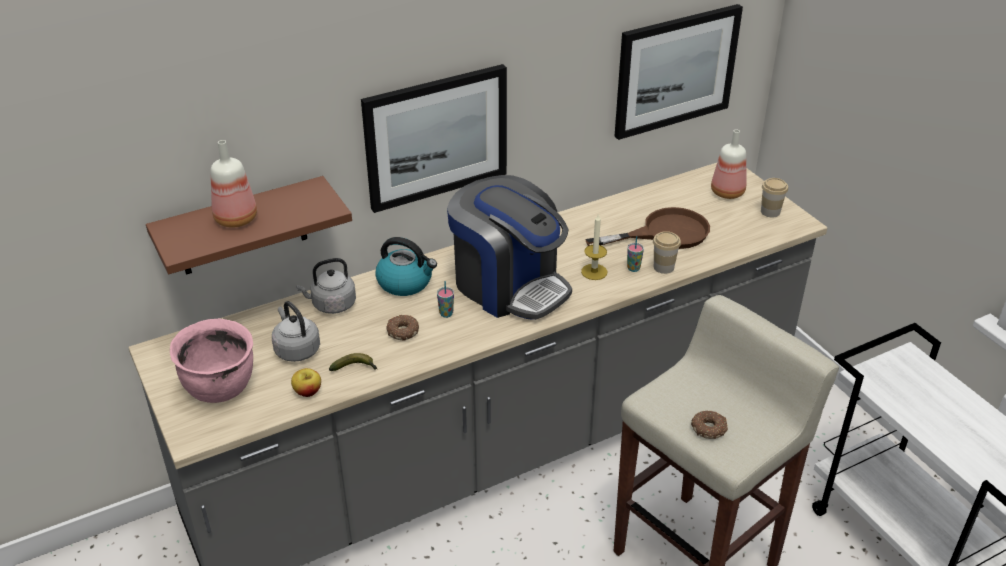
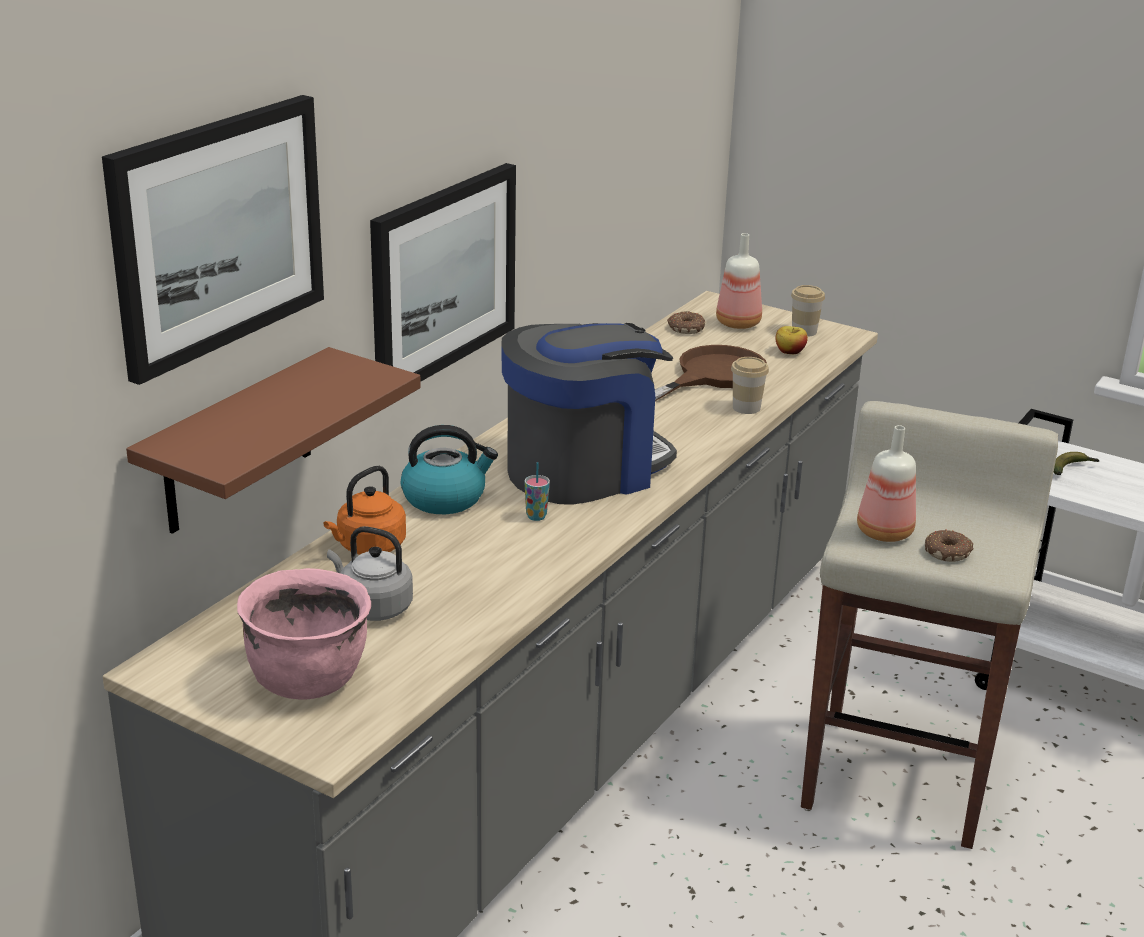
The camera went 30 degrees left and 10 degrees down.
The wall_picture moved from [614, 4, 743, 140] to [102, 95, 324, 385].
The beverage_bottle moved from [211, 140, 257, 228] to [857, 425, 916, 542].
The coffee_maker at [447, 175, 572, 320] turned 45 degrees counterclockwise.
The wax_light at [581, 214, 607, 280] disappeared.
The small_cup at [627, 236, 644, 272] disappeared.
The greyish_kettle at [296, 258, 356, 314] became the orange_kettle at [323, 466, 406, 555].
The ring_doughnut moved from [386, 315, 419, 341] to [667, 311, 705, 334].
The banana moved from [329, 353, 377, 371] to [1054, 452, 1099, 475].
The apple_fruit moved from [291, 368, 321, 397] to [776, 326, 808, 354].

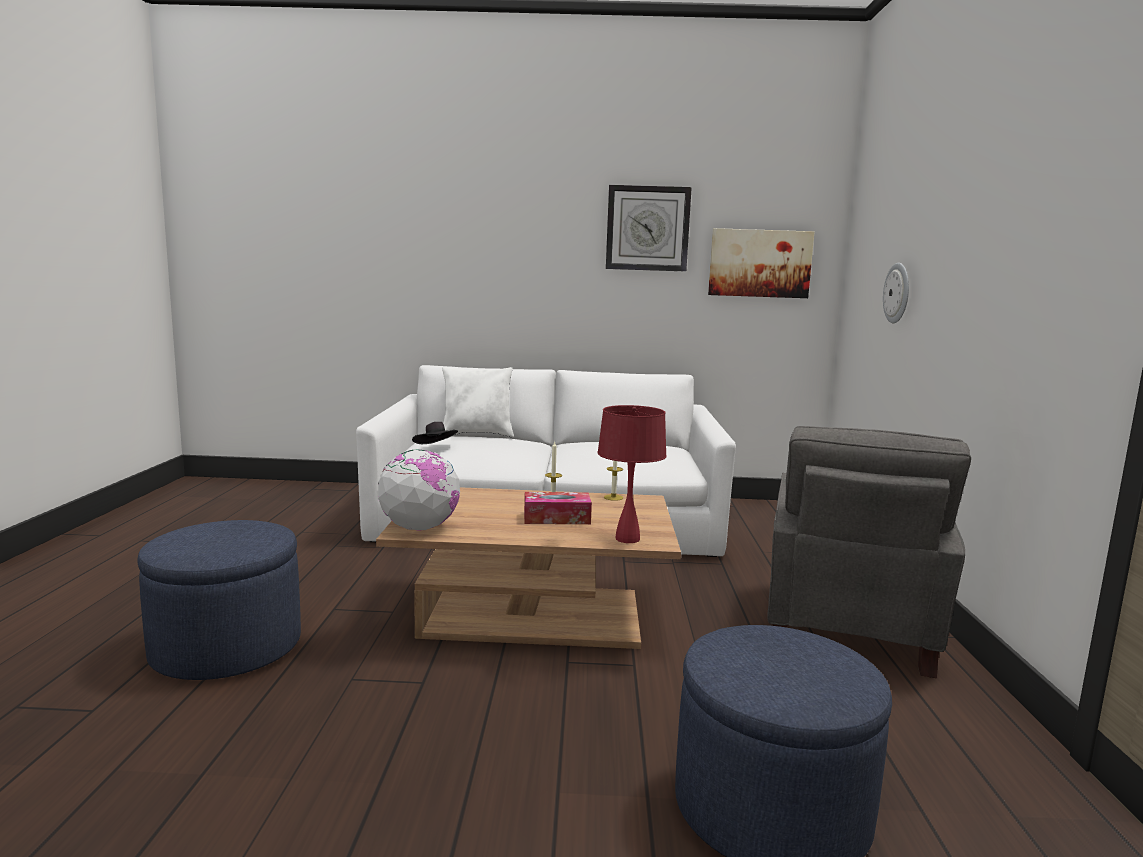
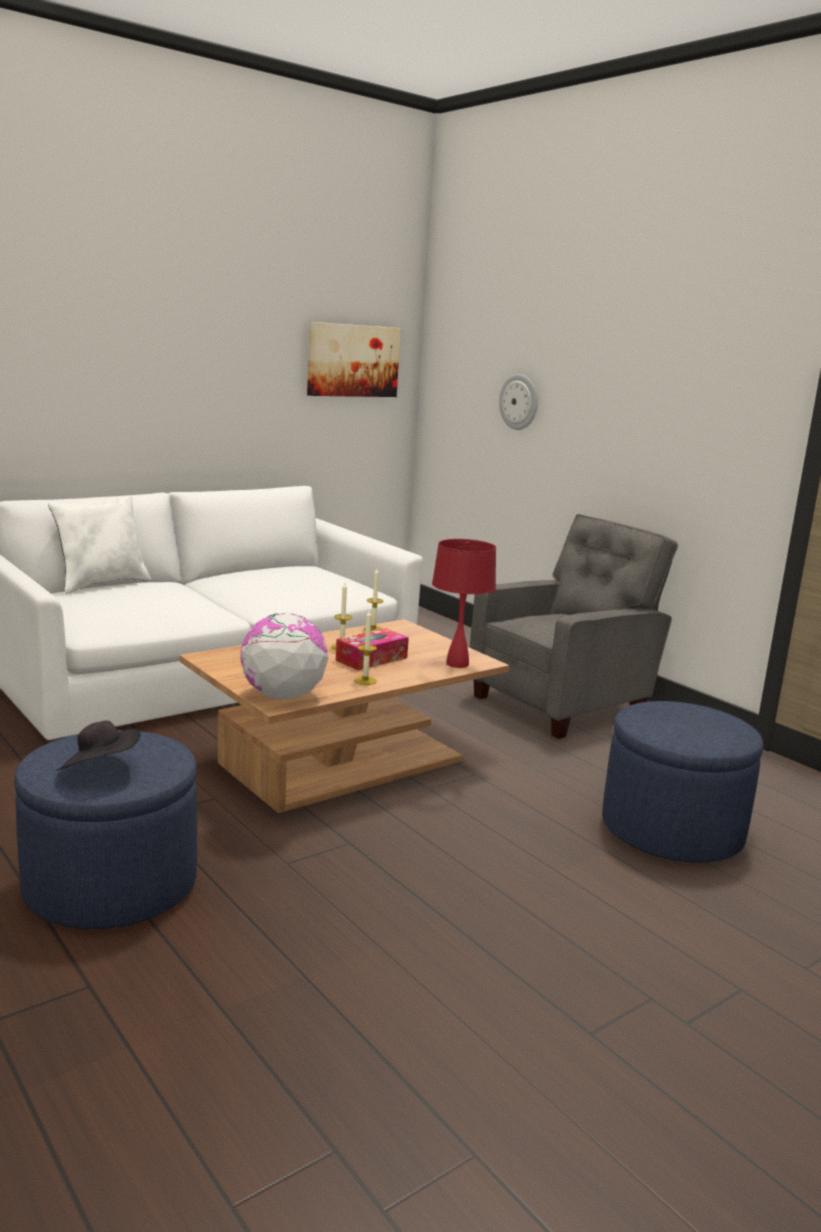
The camera went 40 degrees left and 5 degrees up.
The clock_on_the_wall at [606, 185, 692, 272] disappeared.
The black_wearable_hat moved from [412, 422, 458, 444] to [57, 721, 141, 771].
The greyish_easy_chair at [767, 426, 971, 678] turned 105 degrees counterclockwise.
The wax_light at [354, 610, 377, 685] appeared.

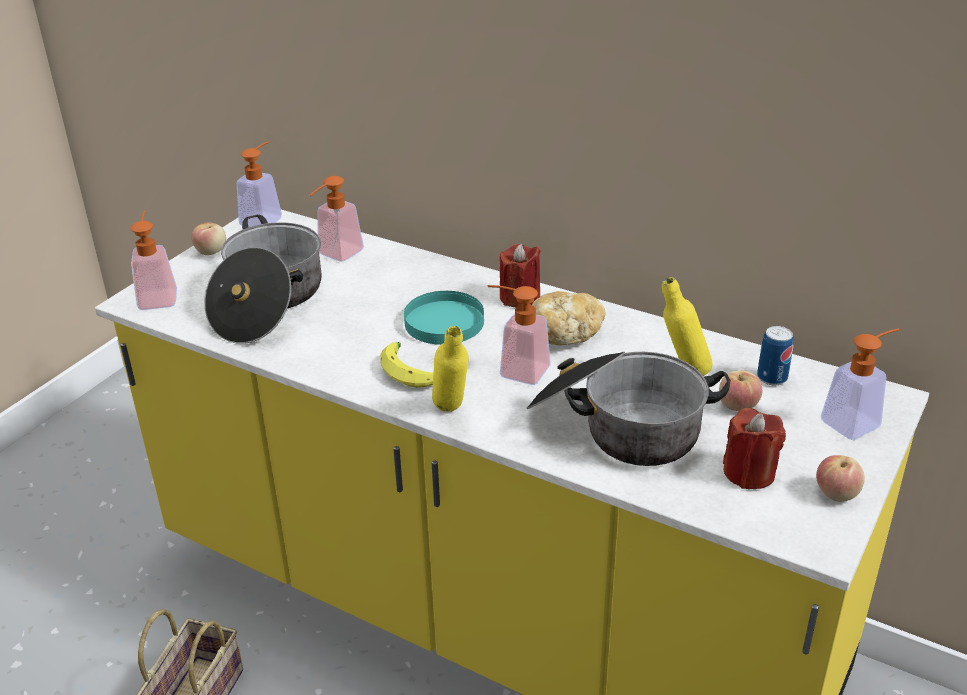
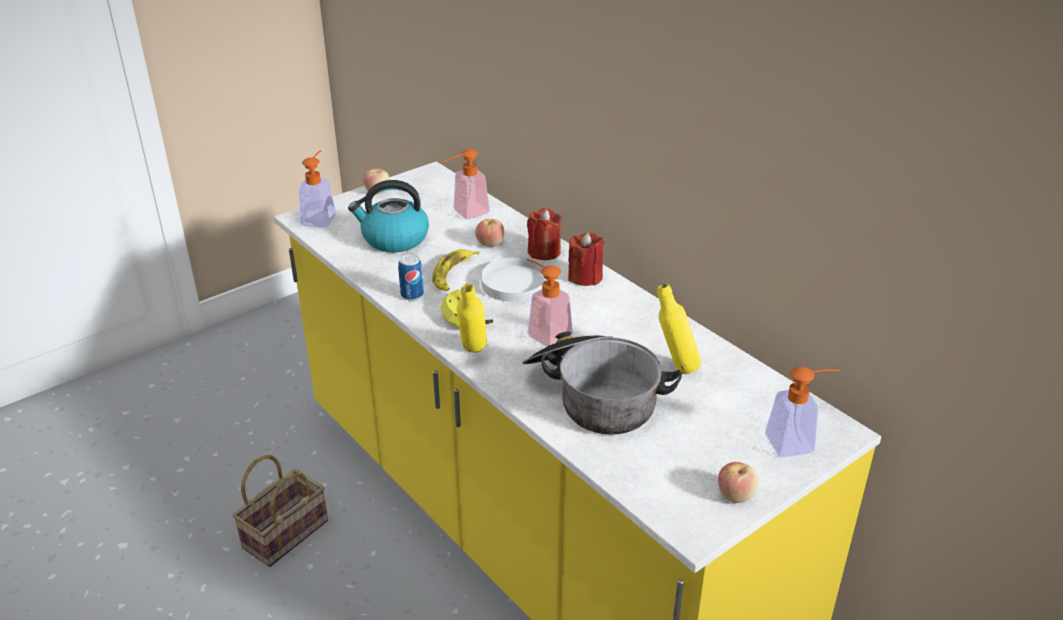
The camera went 20 degrees right and 0 degrees up.
The soap_bottle at [237, 141, 282, 227] disappeared.
The saucepot at [204, 215, 322, 344] was replaced by the kettle at [348, 180, 429, 252].
The turquoise-coloured_flat_dish at [404, 291, 484, 345] became the white-coloured_flat_dish at [481, 257, 547, 302].
The baked_bread at [532, 291, 605, 345] disappeared.
The can moved from [757, 326, 794, 385] to [398, 254, 424, 301].
The apple_fruit moved from [719, 370, 762, 411] to [475, 219, 504, 247].
The red_wax_light moved from [723, 408, 786, 489] to [527, 208, 562, 260].
The banana at [432, 249, 479, 291] appeared.

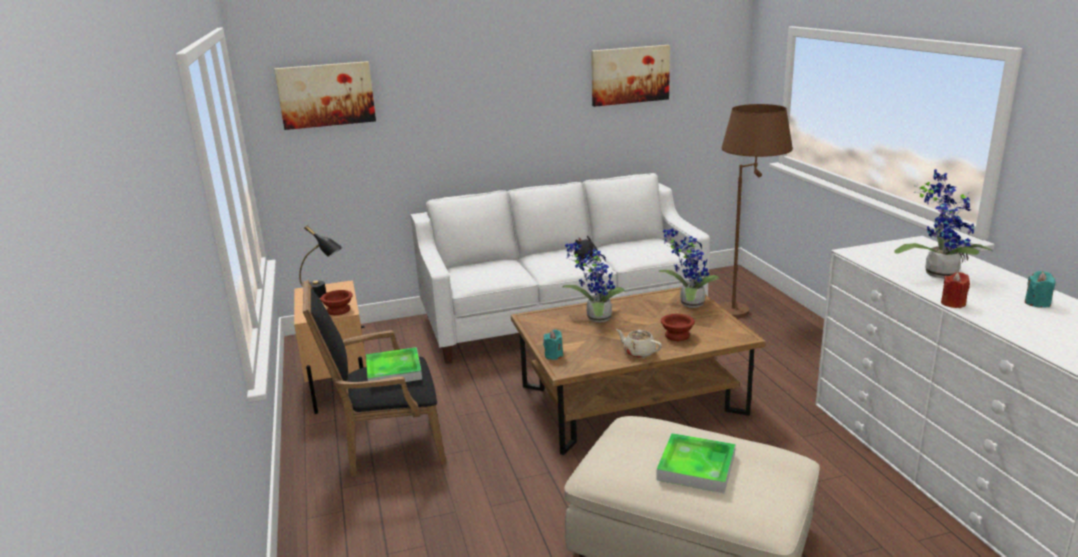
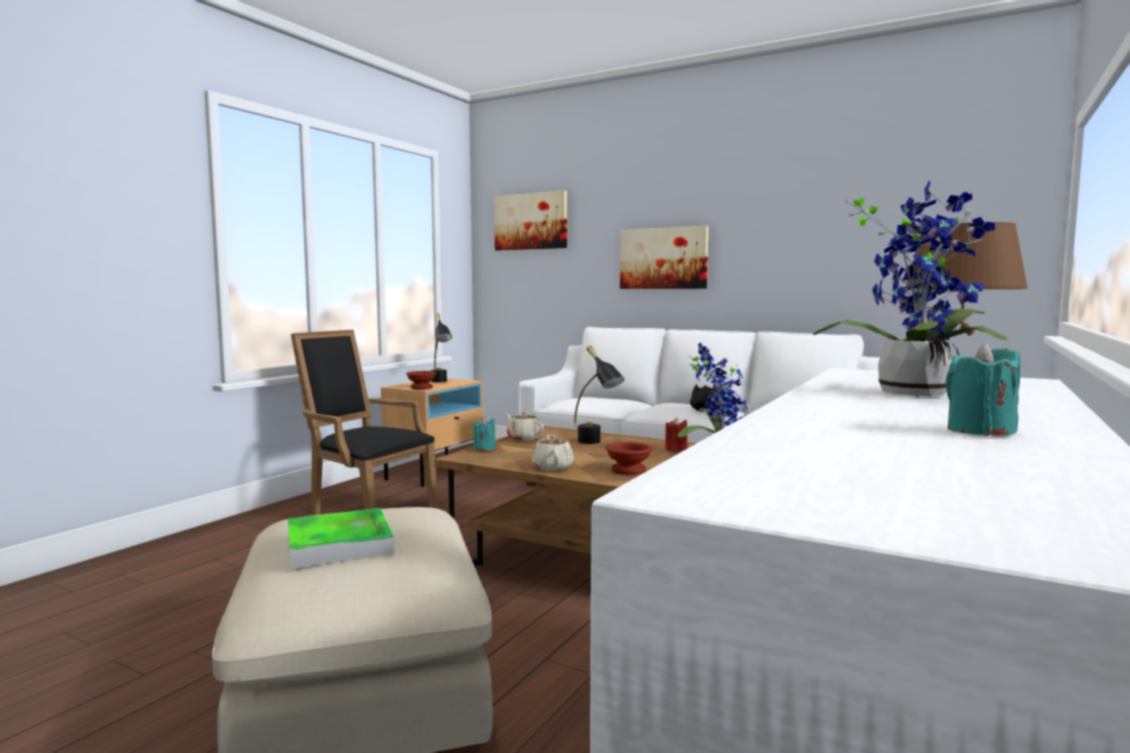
The camera went 45 degrees right and 15 degrees down.
The wall_picture moved from [591, 45, 670, 107] to [620, 226, 708, 289].
The houseplant at [563, 242, 625, 323] was replaced by the black_table_lamp at [574, 346, 625, 444].
The red_wax_light moved from [941, 272, 970, 308] to [665, 417, 687, 452].
The serving_tray at [366, 347, 422, 388] disappeared.
The beige_pot_for_tea at [504, 411, 544, 441] appeared.

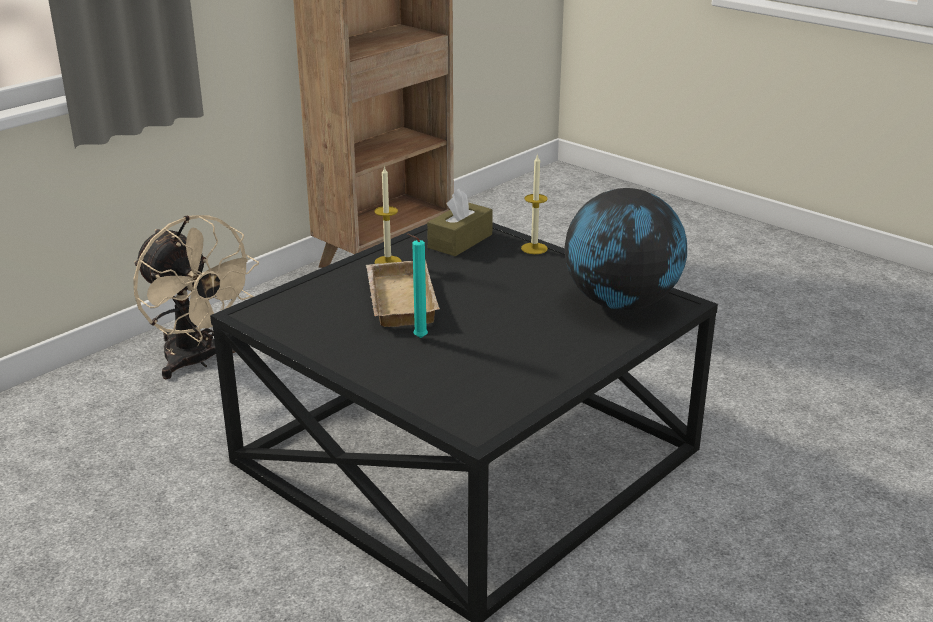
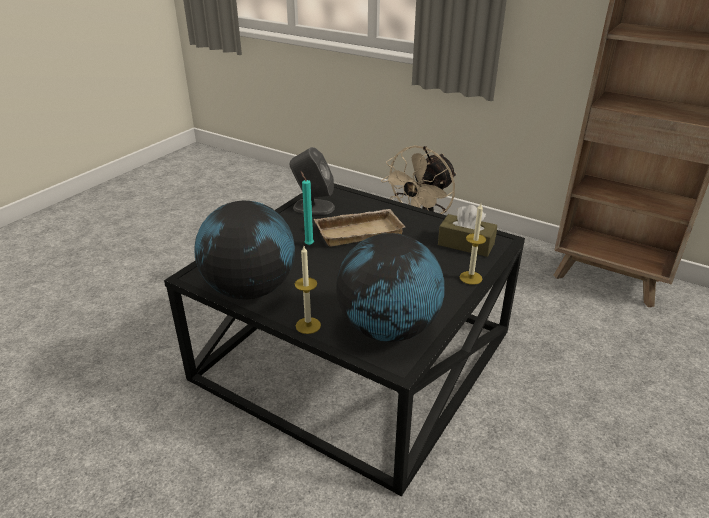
The camera went 80 degrees right and 5 degrees up.
The wax_light moved from [374, 165, 401, 264] to [295, 246, 321, 334].
The greyish_loudspeaker at [289, 147, 335, 215] appeared.
The desk_globe at [194, 201, 295, 299] appeared.

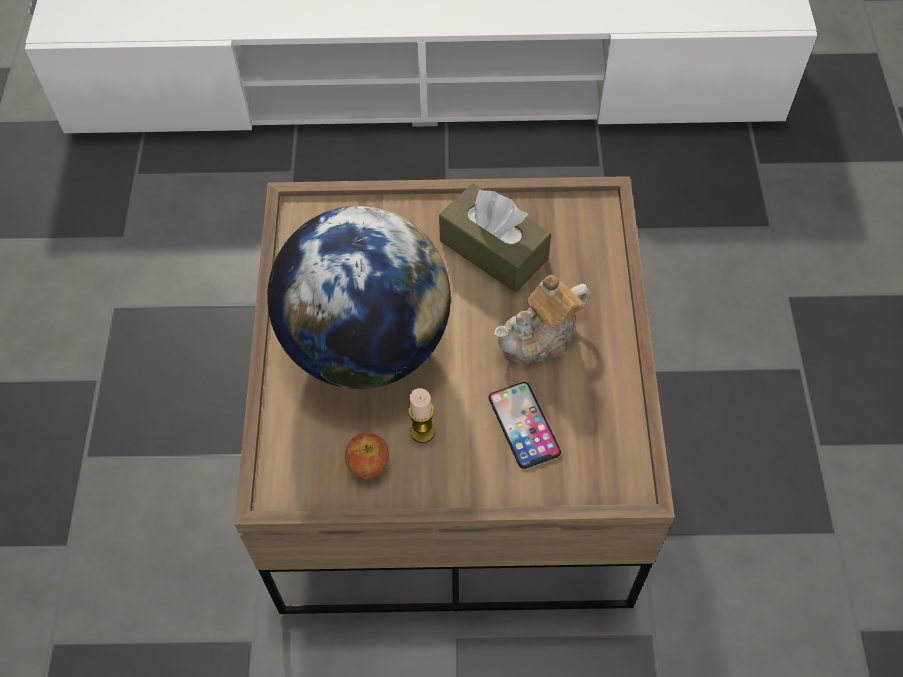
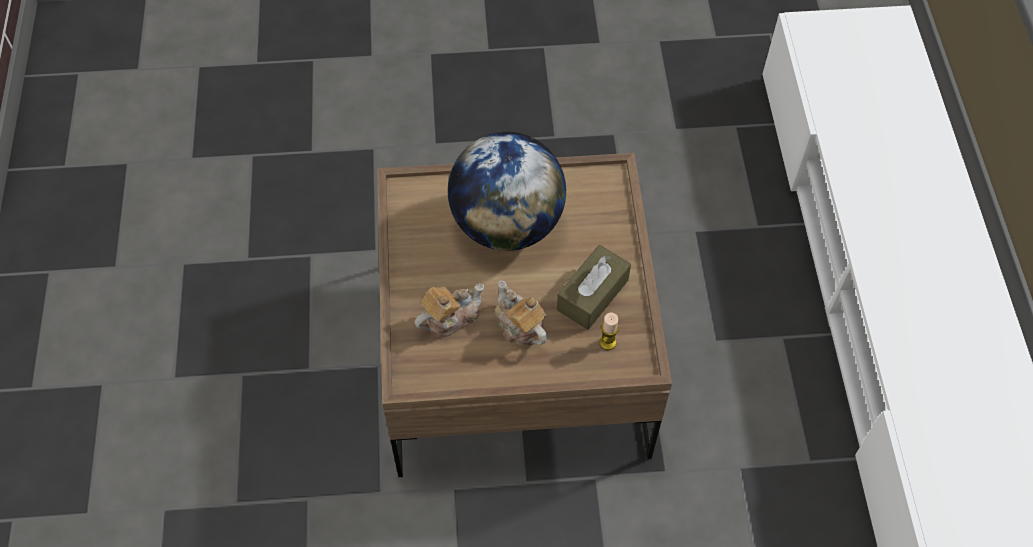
The camera went 85 degrees right and 0 degrees up.
The telephone at [488, 382, 561, 469] was replaced by the pot_for_tea at [415, 283, 484, 337].
The wax_light moved from [408, 388, 435, 443] to [599, 312, 619, 350].
The apple_fruit at [345, 433, 389, 479] disappeared.

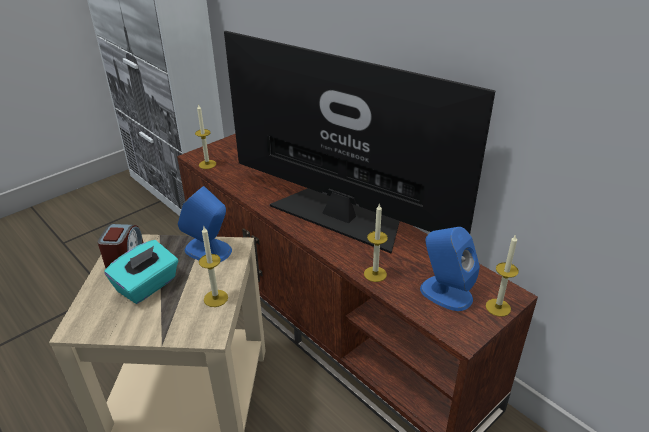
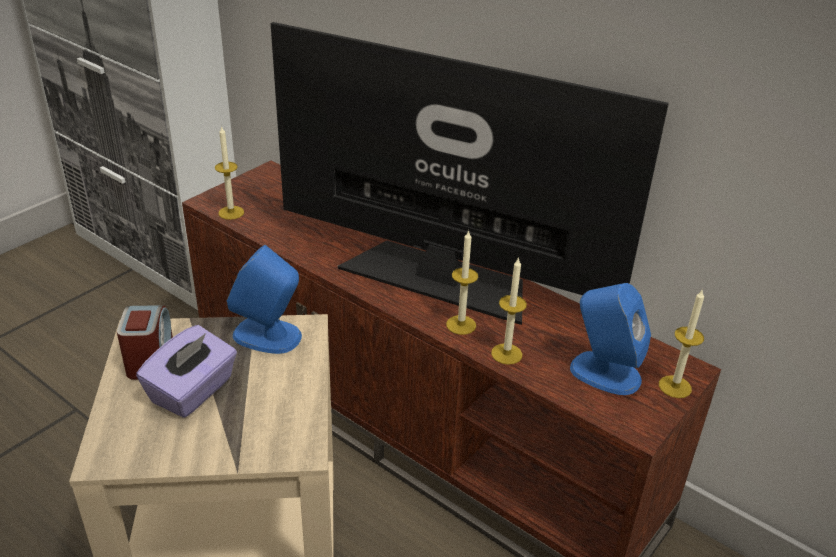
The camera went 10 degrees left and 0 degrees up.
The wax_light moved from [199, 227, 228, 307] to [446, 230, 478, 335].
The turquoise-coloured_box_of_tissues at [104, 240, 178, 304] became the purple_box_of_tissues at [136, 325, 237, 418].

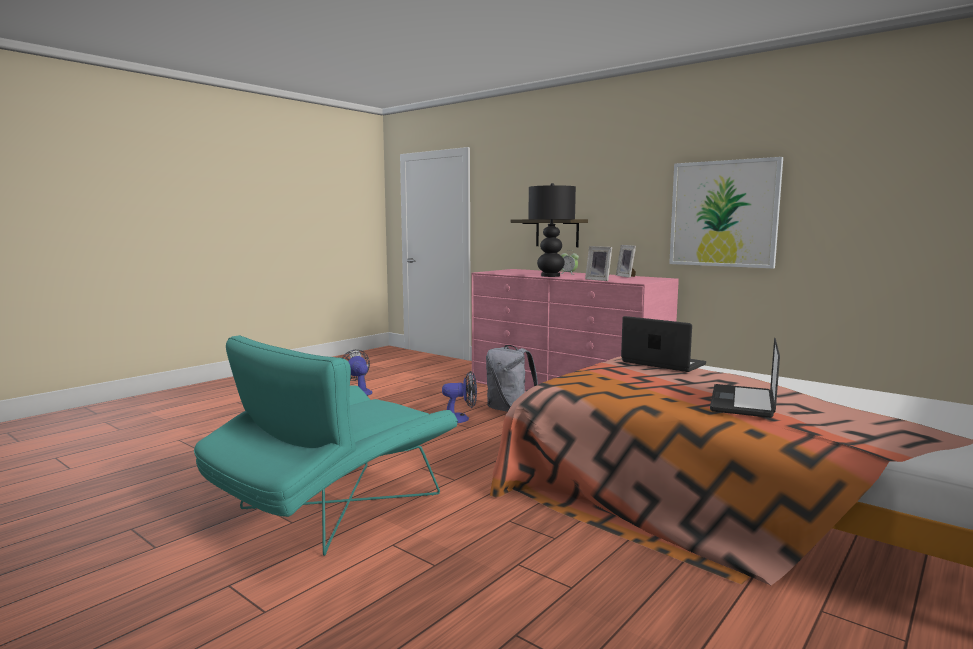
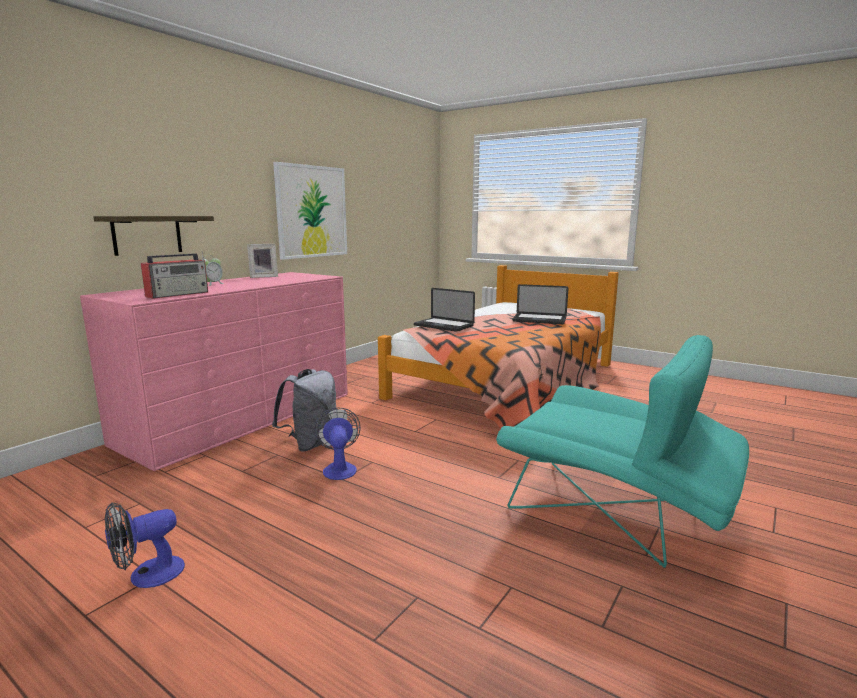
The camera went 95 degrees left and 5 degrees up.
The black_table_lamp at [528, 183, 576, 277] disappeared.
The standing_frame at [585, 246, 612, 281] disappeared.
The notebook_computer at [621, 316, 706, 372] turned 90 degrees counterclockwise.
The radio at [141, 251, 208, 299] appeared.

